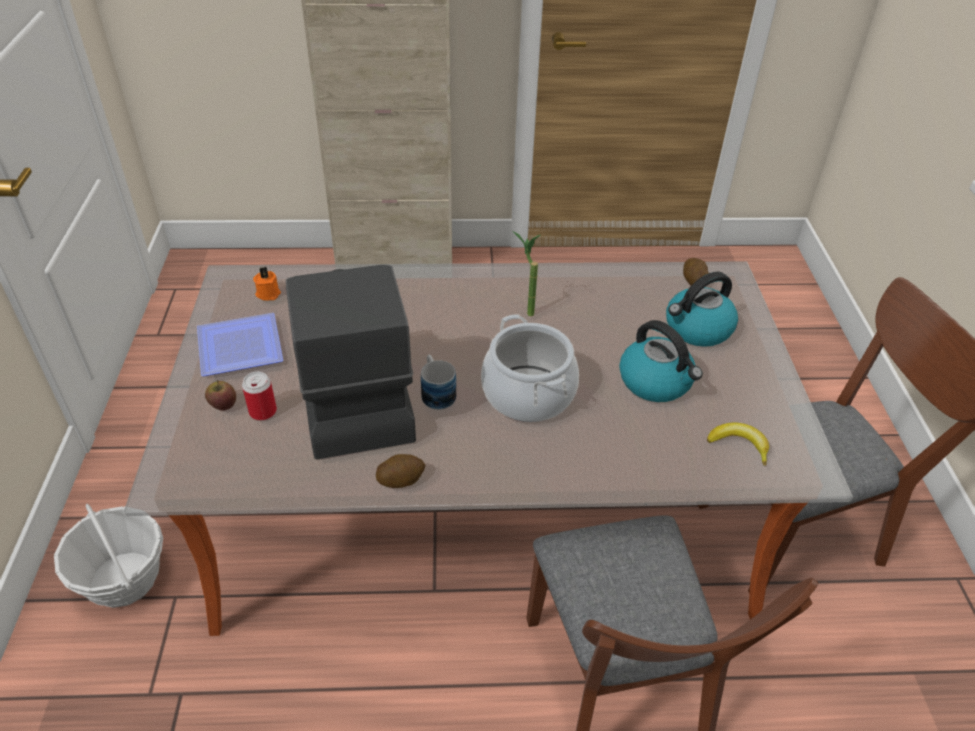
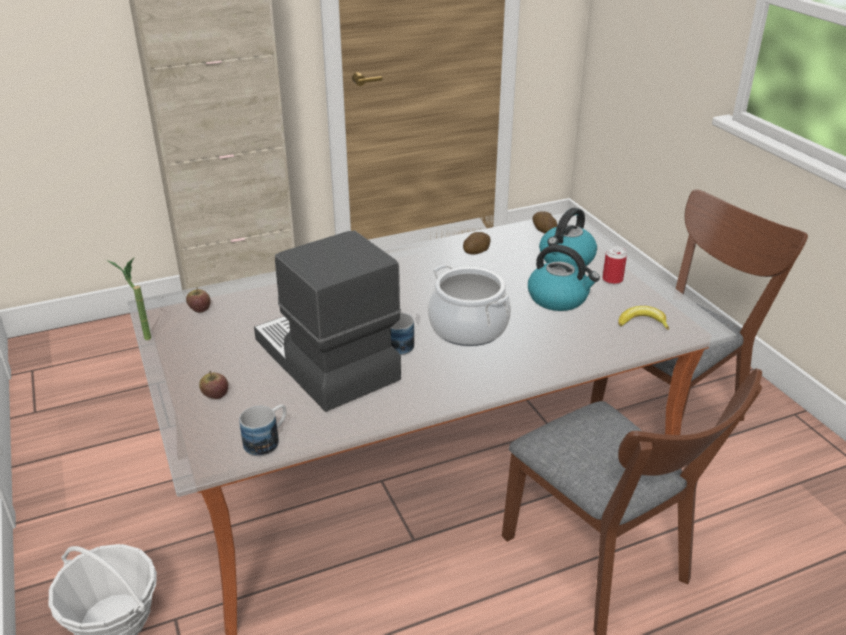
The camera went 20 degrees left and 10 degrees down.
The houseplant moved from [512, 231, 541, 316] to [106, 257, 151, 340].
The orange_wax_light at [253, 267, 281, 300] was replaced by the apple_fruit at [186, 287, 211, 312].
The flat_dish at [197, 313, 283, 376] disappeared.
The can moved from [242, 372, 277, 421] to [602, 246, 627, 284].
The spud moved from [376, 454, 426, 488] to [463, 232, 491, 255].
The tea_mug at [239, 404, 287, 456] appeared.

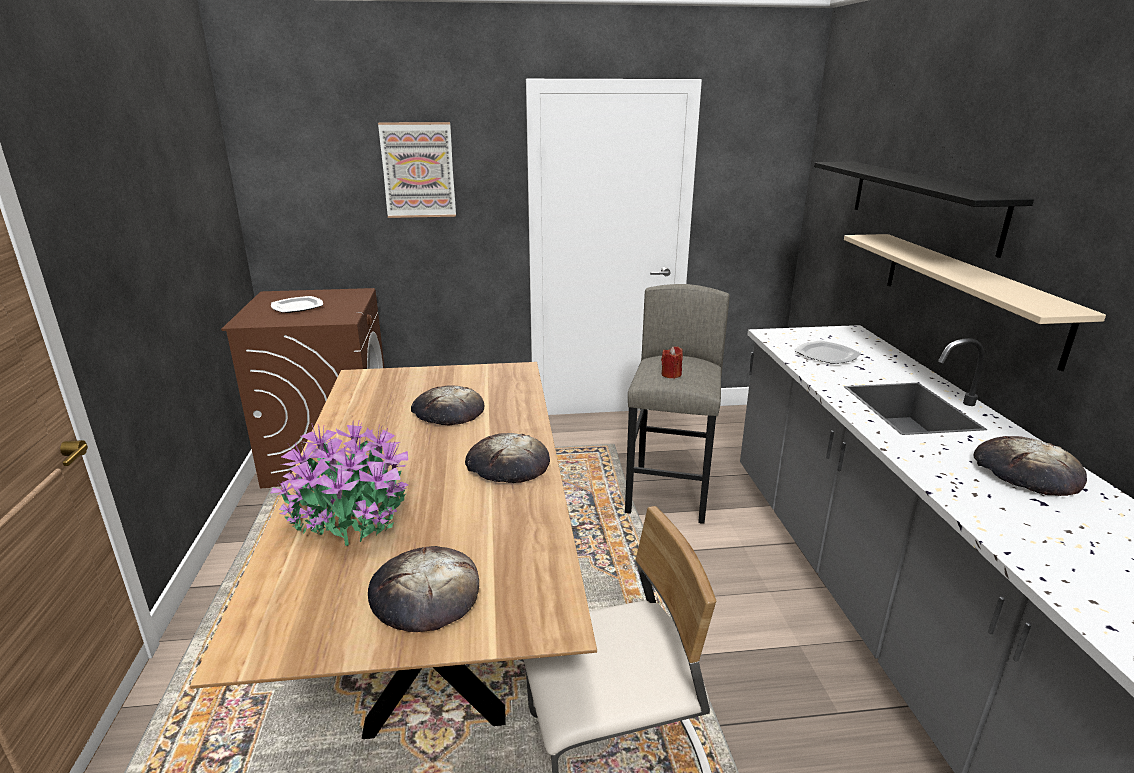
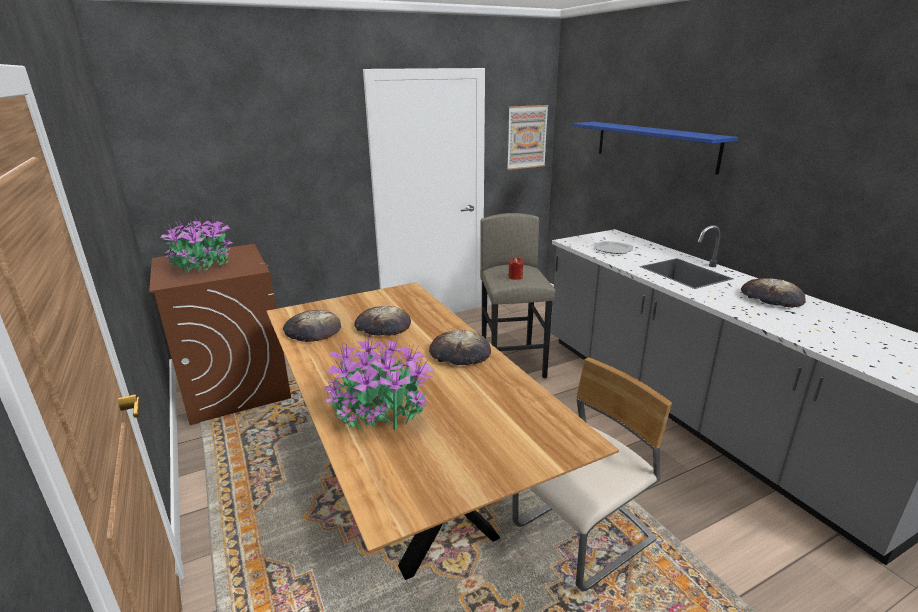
The camera went 20 degrees left and 0 degrees up.
The wall_picture moved from [378, 122, 456, 218] to [507, 105, 549, 170].
The black_shelf at [814, 162, 1034, 258] became the blue-coloured_shelf at [572, 122, 738, 175].
The beige_shelf at [844, 234, 1106, 371] disappeared.
The flat_dish at [271, 296, 323, 313] was replaced by the houseplant at [161, 215, 233, 273].
The baked_bread moved from [368, 546, 479, 632] to [283, 310, 341, 342].

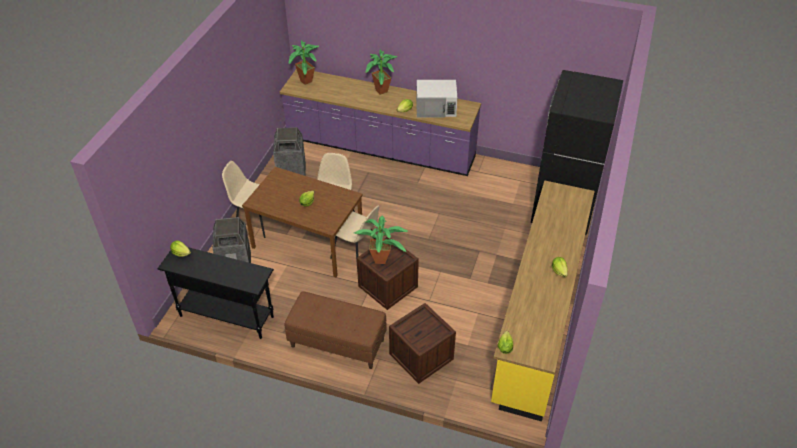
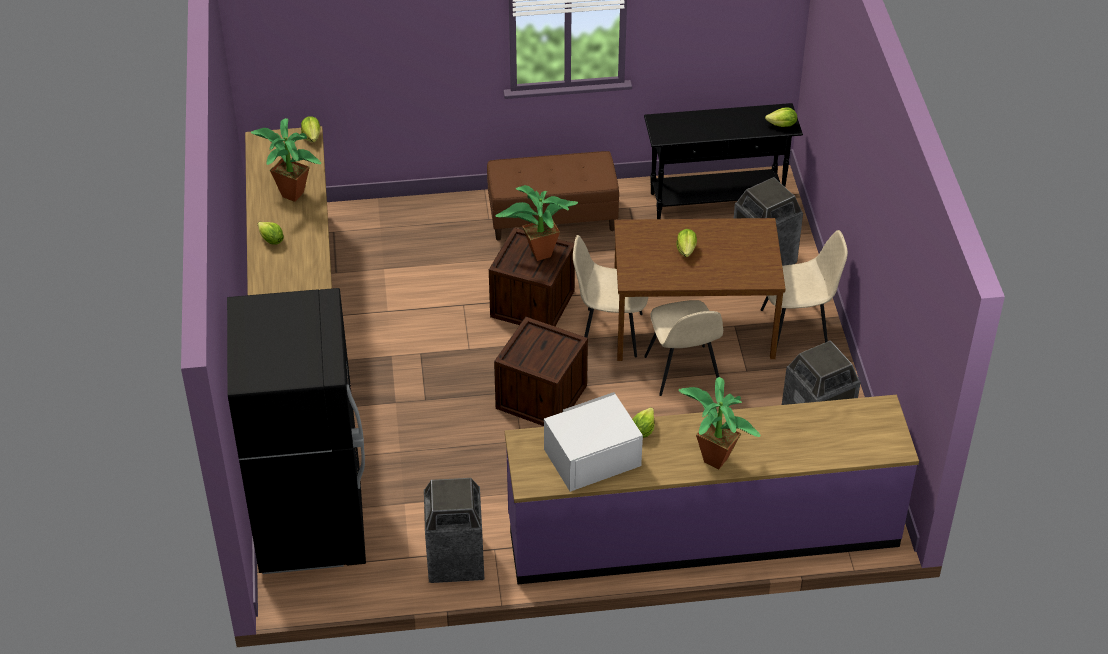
The camera went 155 degrees right and 0 degrees up.
The houseplant moved from [289, 40, 319, 85] to [251, 118, 322, 202].
The crate moved from [389, 303, 456, 384] to [494, 317, 588, 426].
The rubbish_bin at [424, 478, 484, 583] appeared.

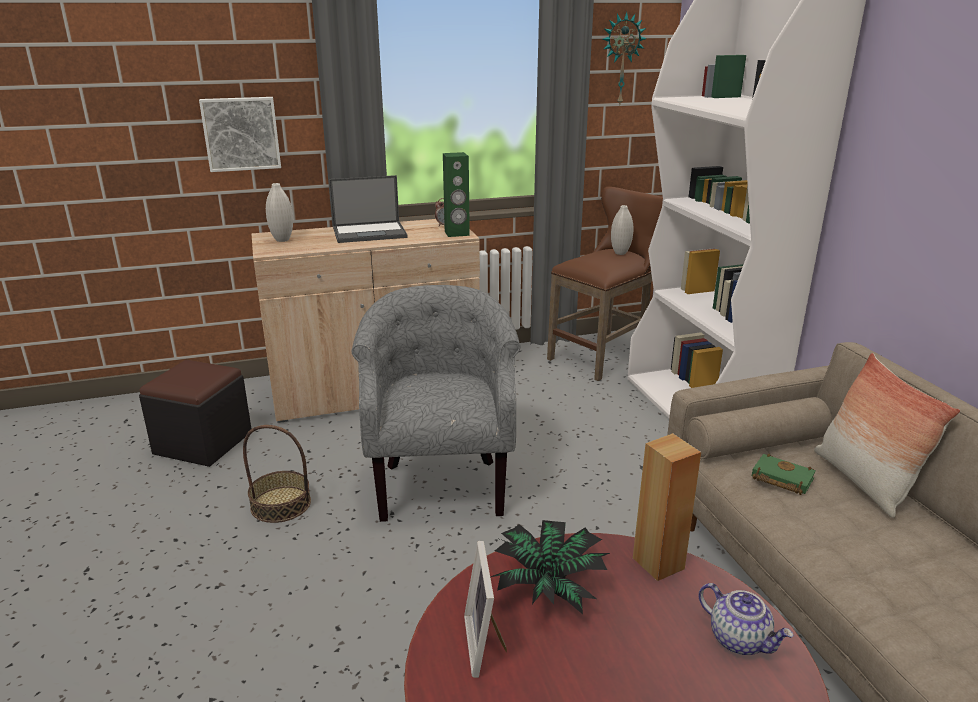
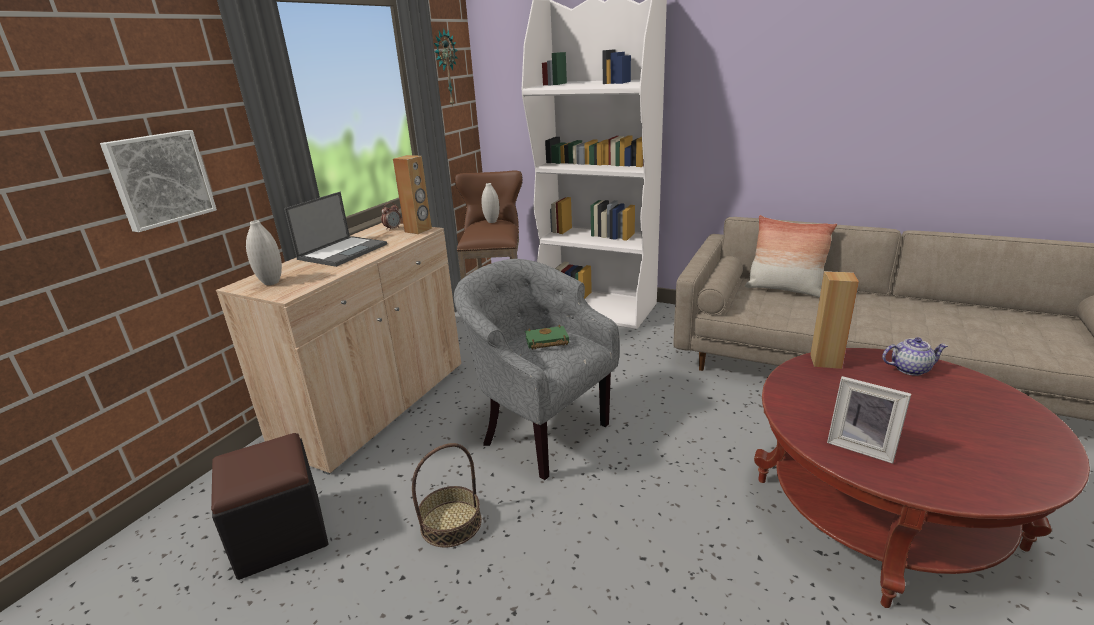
The camera went 45 degrees left and 0 degrees up.
The green-coloured_loudspeaker at [443, 152, 470, 237] became the brown_loudspeaker at [393, 155, 432, 234].
The green-coloured_bound_book moved from [752, 454, 816, 495] to [525, 325, 569, 350].
The houseplant at [491, 520, 610, 614] disappeared.

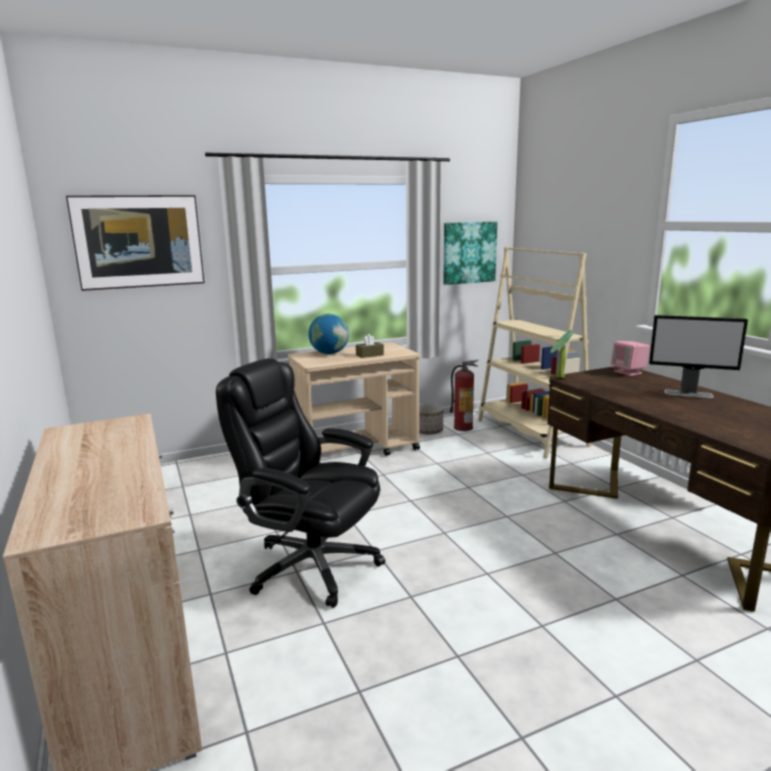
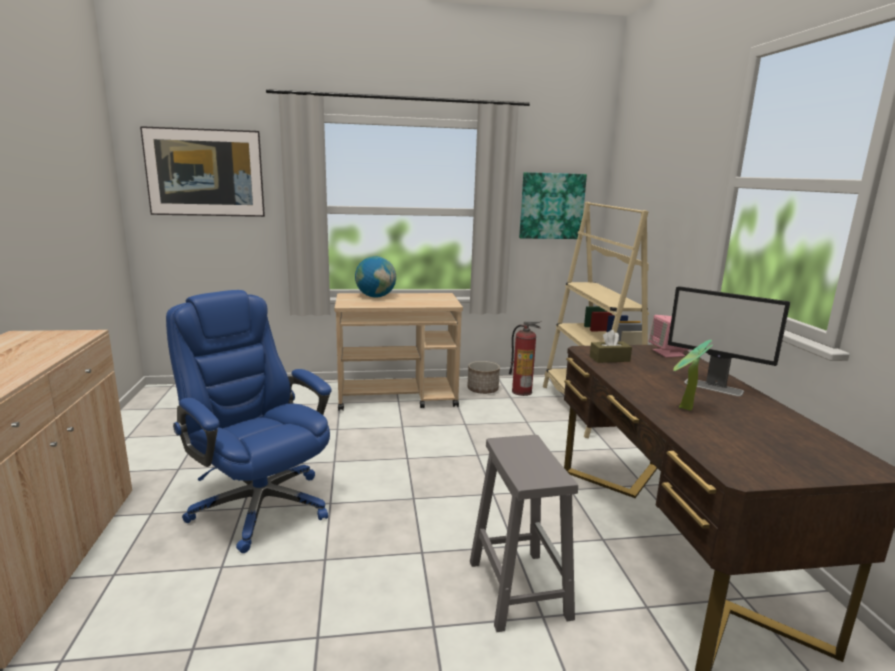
The camera went 15 degrees right and 0 degrees up.
The houseplant moved from [550, 330, 574, 378] to [673, 340, 713, 411].
The brown_box_of_tissues moved from [356, 334, 384, 358] to [590, 330, 632, 363].
The black_desk_chair at [216, 358, 385, 608] became the blue-coloured_desk_chair at [166, 290, 331, 553].
The greyish_stool_seat at [470, 435, 578, 632] appeared.

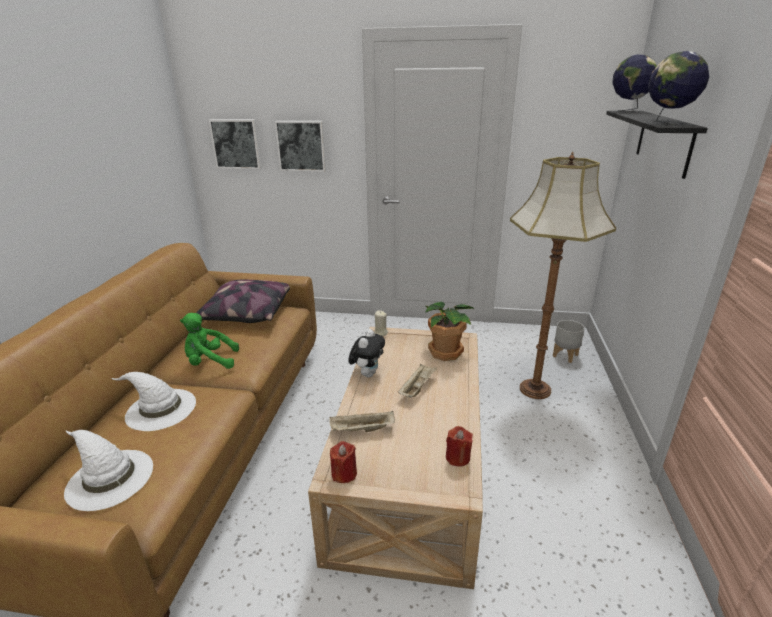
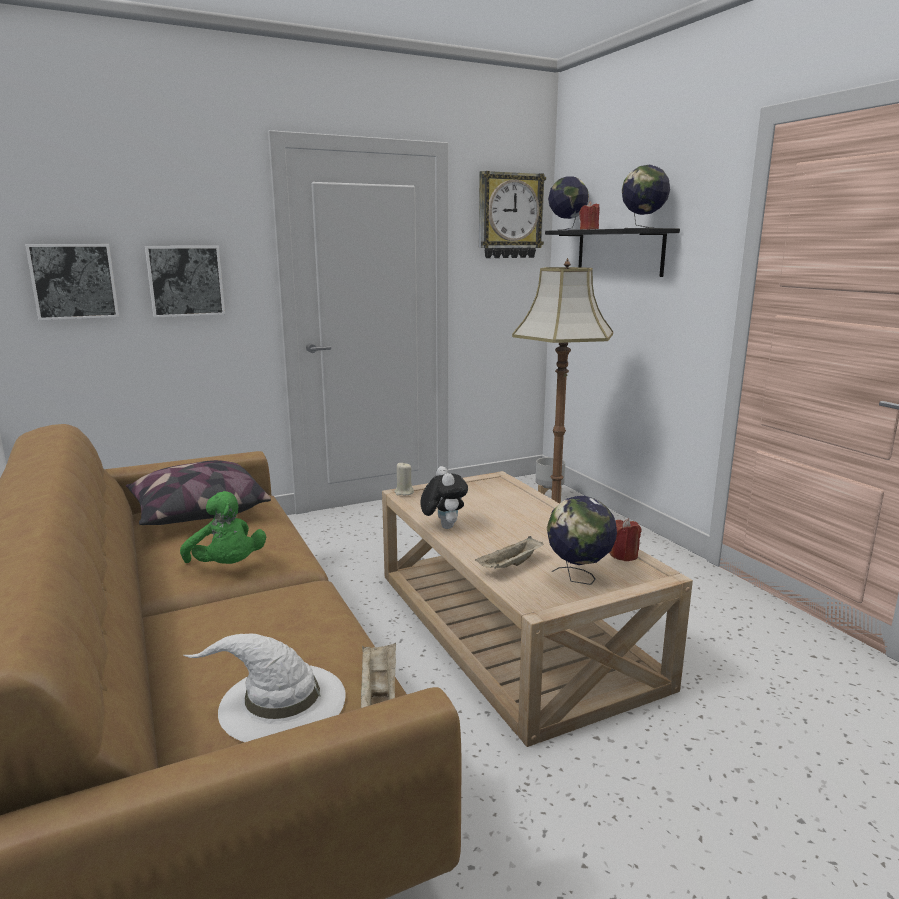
The camera went 35 degrees left and 10 degrees down.
The houseplant at [425, 302, 475, 361] disappeared.
The green-coloured_soft_toy at [180, 313, 239, 369] turned 90 degrees counterclockwise.
The beige_serving_tray moved from [398, 364, 437, 398] to [361, 643, 396, 708].
The white-coloured_wearable_hat at [111, 372, 196, 431] disappeared.
The red_wax_light moved from [330, 441, 357, 483] to [579, 201, 599, 230].
The clock_on_the_wall at [479, 171, 546, 258] appeared.
The desk_globe at [547, 496, 617, 585] appeared.

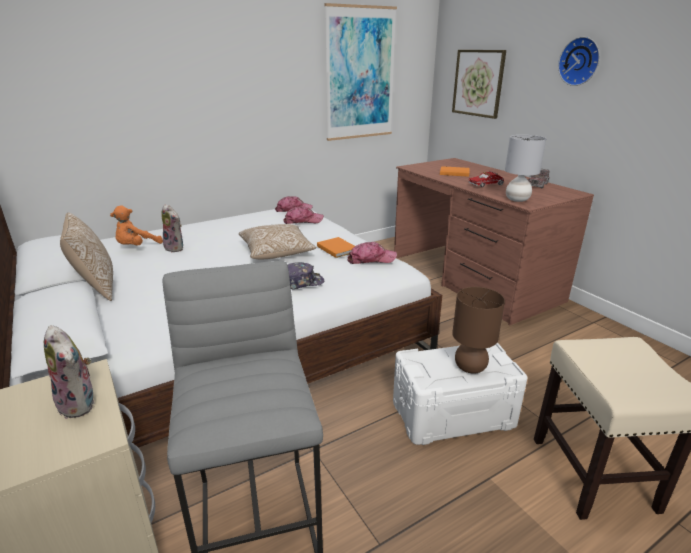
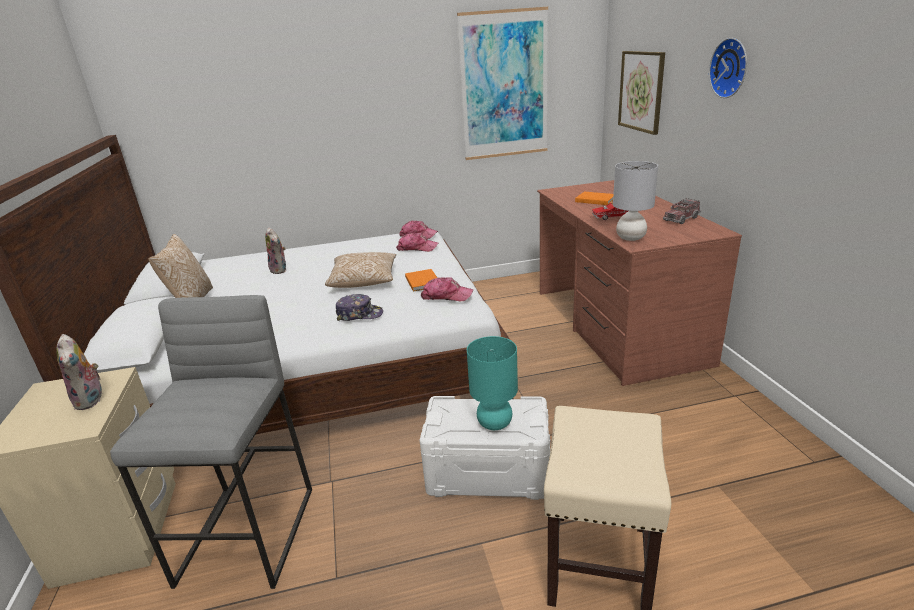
The camera went 20 degrees right and 0 degrees up.
The orange_soft_toy at [110, 206, 163, 246] disappeared.
The brown_table_lamp at [452, 287, 505, 374] became the turquoise-coloured_table_lamp at [467, 336, 518, 430].

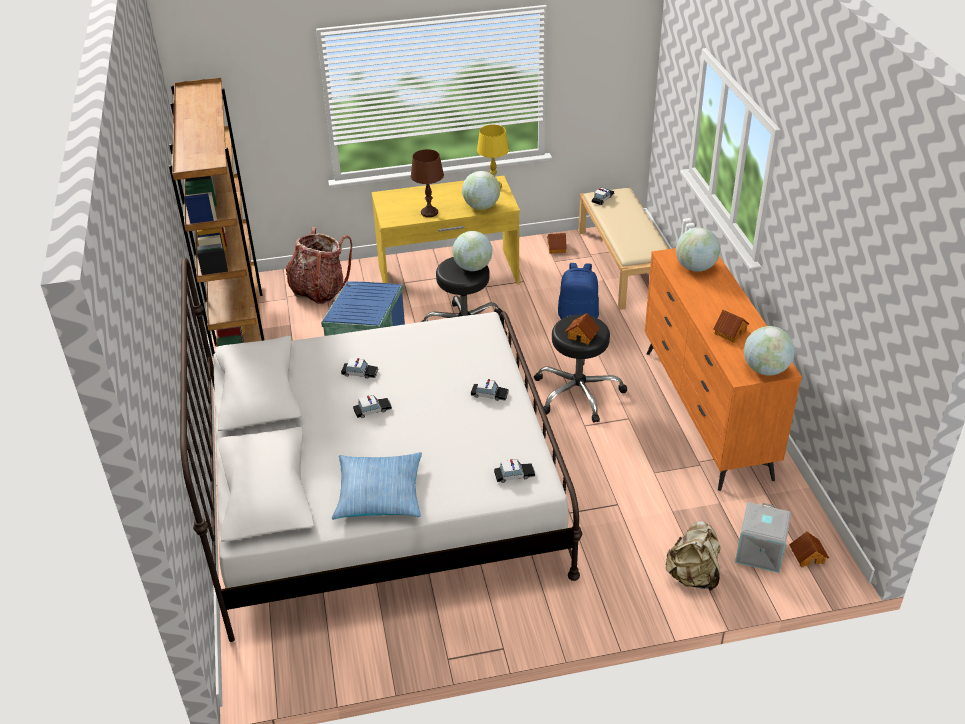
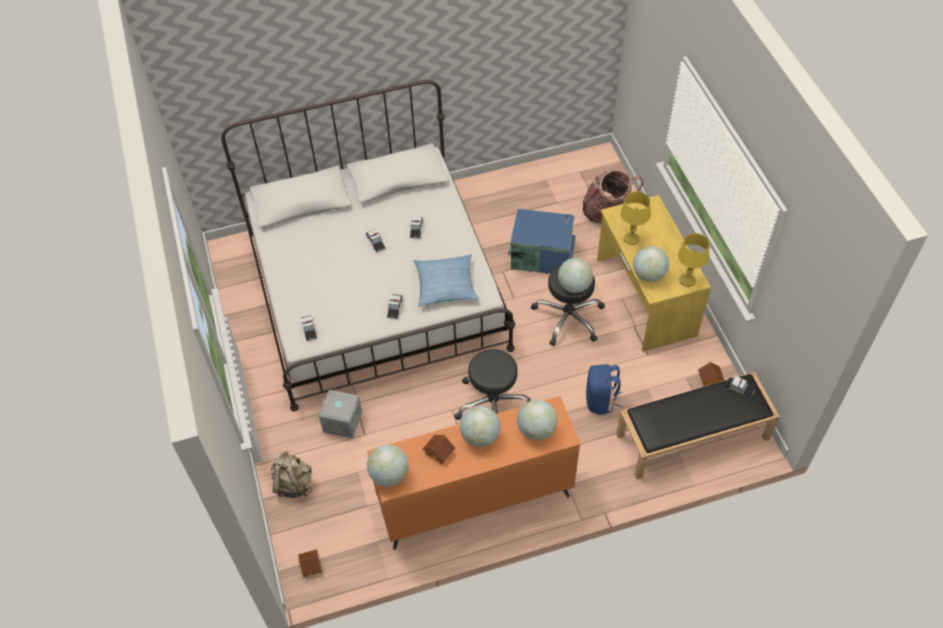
The camera went 85 degrees right and 15 degrees up.
The brown_bookcase at [169, 78, 264, 356] disappeared.
The brown_table_lamp at [411, 149, 444, 217] became the yellow_table_lamp at [620, 191, 651, 245].
The beige_indoor_bench at [579, 187, 668, 310] became the black_indoor_bench at [616, 372, 780, 479].
The toy_house at [565, 313, 599, 345] disappeared.
The cushion moved from [332, 452, 422, 520] to [413, 254, 479, 306].
The greyish_storage_container moved from [735, 502, 791, 573] to [319, 390, 362, 438].
The desk_globe at [460, 406, 500, 447] appeared.

